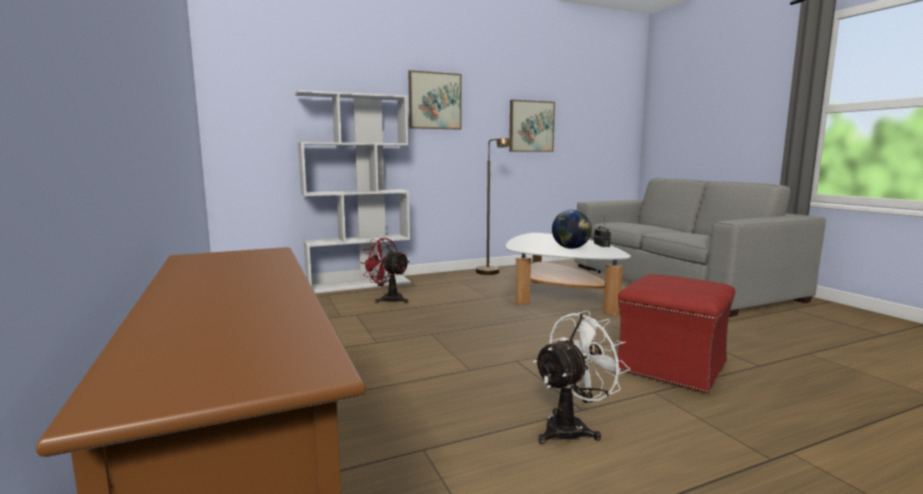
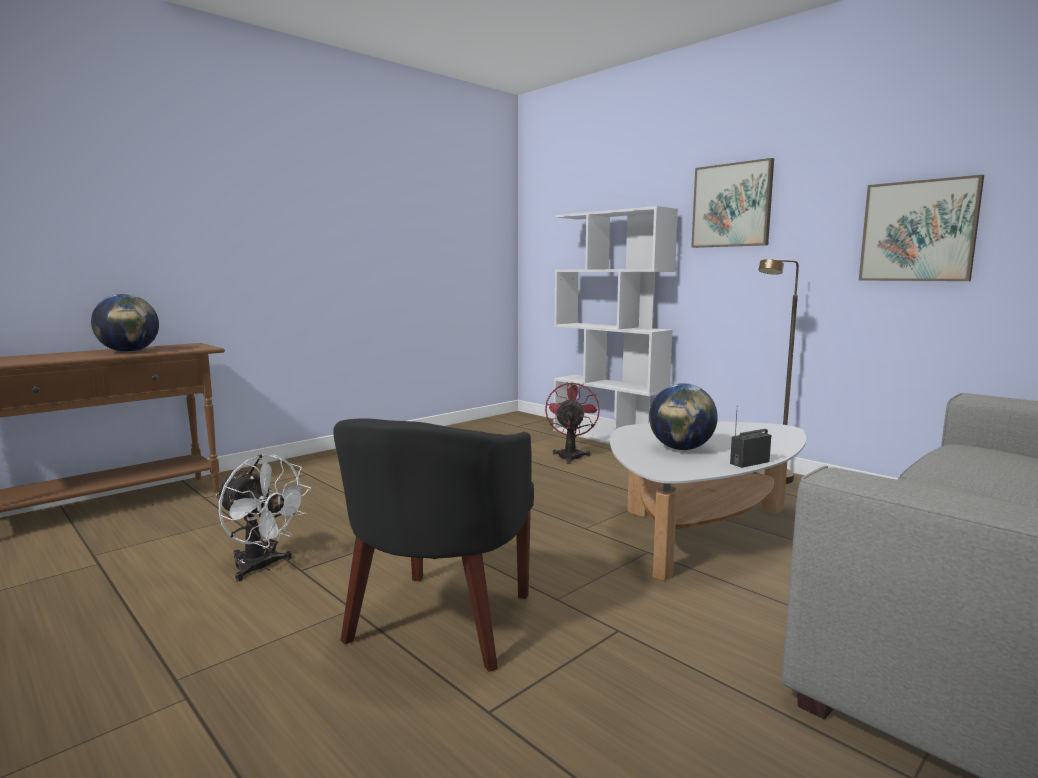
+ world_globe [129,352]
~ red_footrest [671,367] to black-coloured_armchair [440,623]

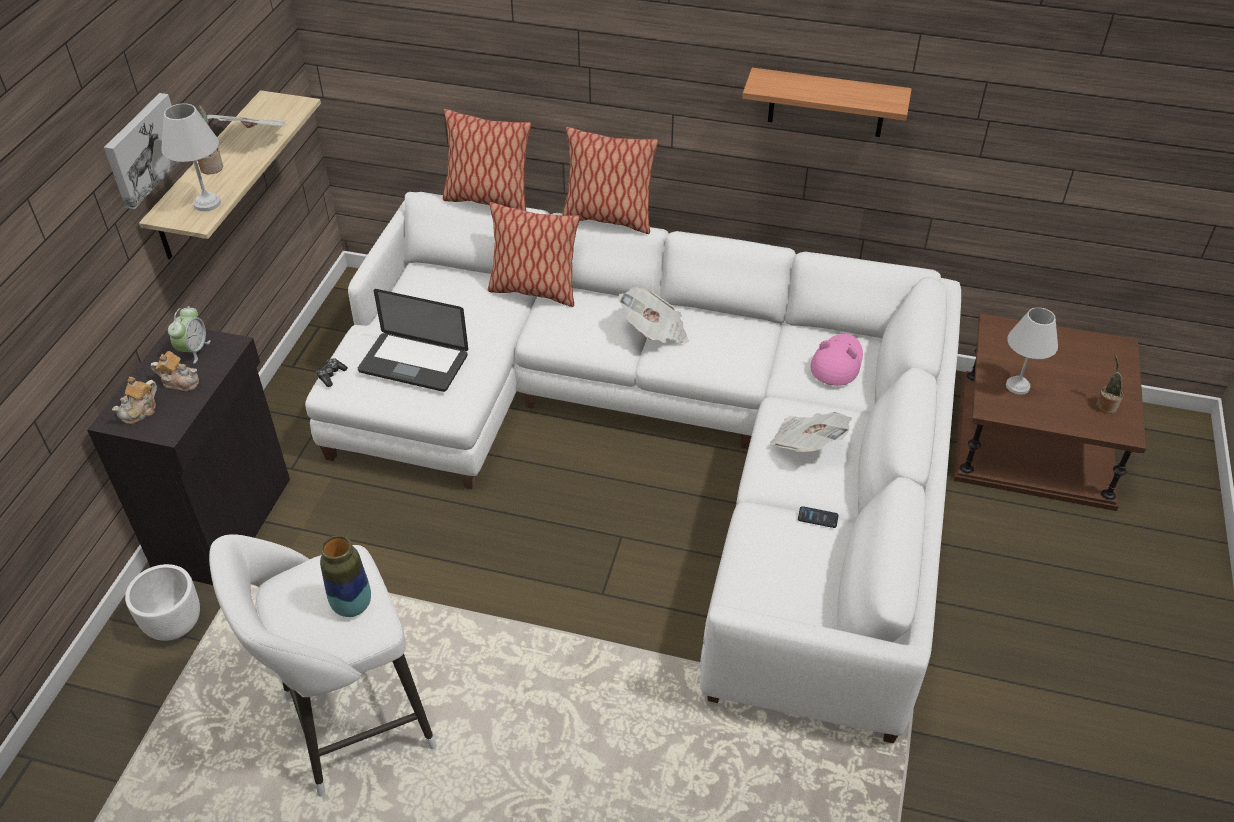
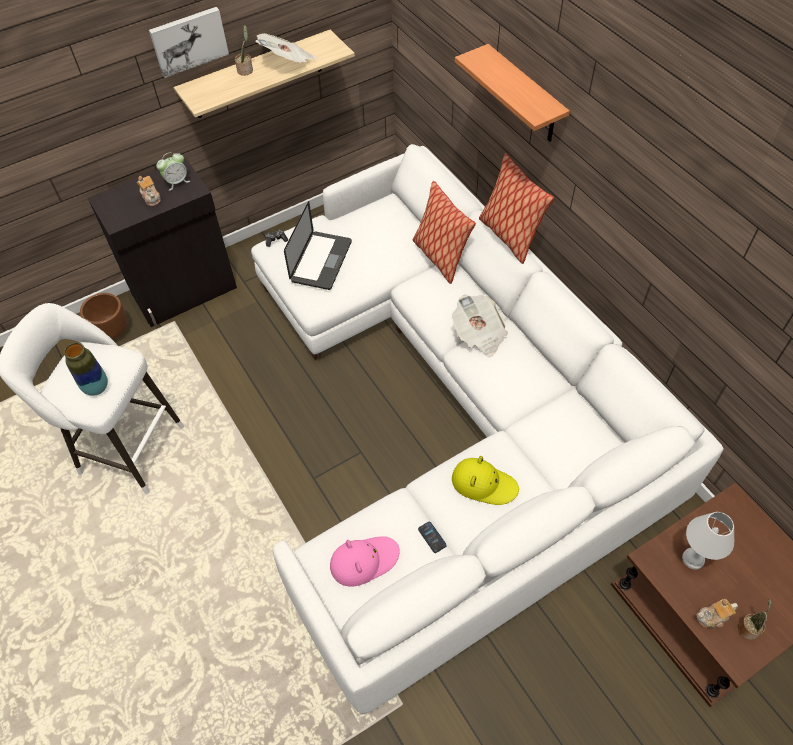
~ white_plant_pot [174,626] to brown-coloured_plant_pot [112,332]
~ laptop [413,363] = [321,261] 135 degrees counterclockwise
~ pinkish_hat [837,363] to [364,561]
~ printed_paper [807,444] to yellow-coloured_hat [484,483]
~ bracket_shelf [827,103] to [524,96]
~ pot_for_tea [140,411] to [713,617]
- white_table_lamp [208,203]
- pillow [488,200]

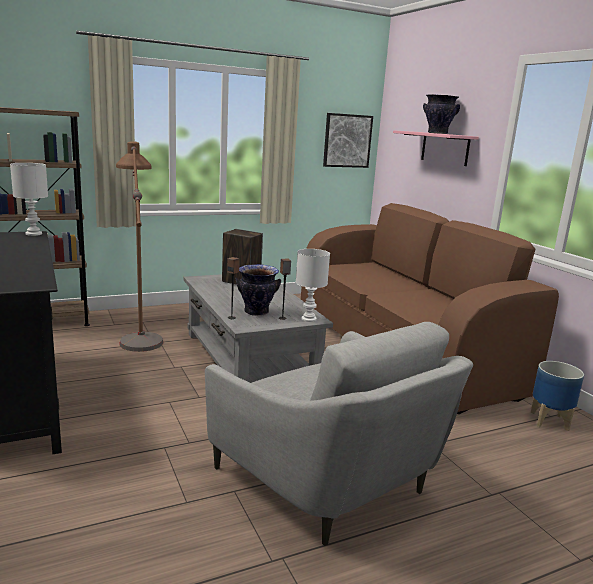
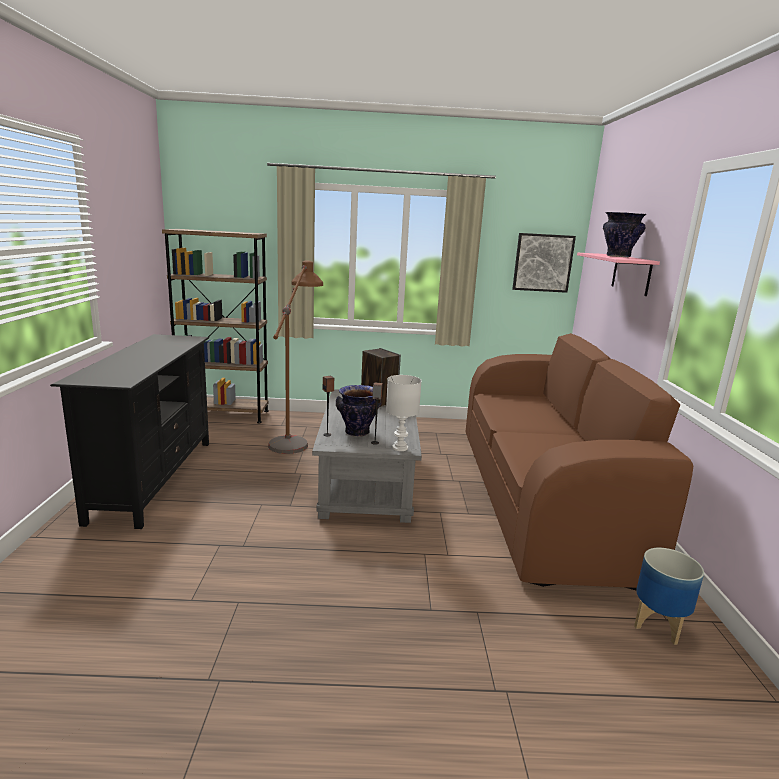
- white_table_lamp [34,234]
- gray_armchair [329,480]

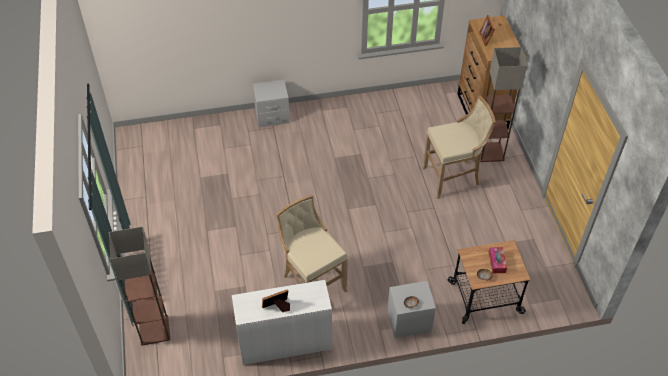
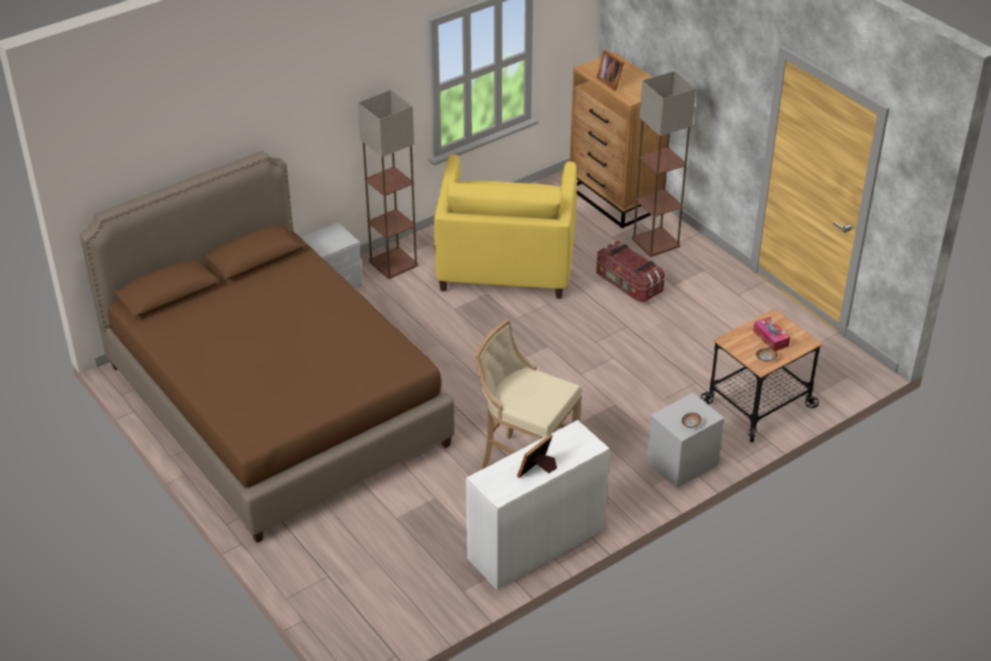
+ brown-coloured_sleeping_bed [275,405]
~ standing_lamp [154,331] to [393,264]
+ yellow-coloured_armchair [506,262]
~ sand-coloured_sitting_stool [453,177] to storage_container [628,284]

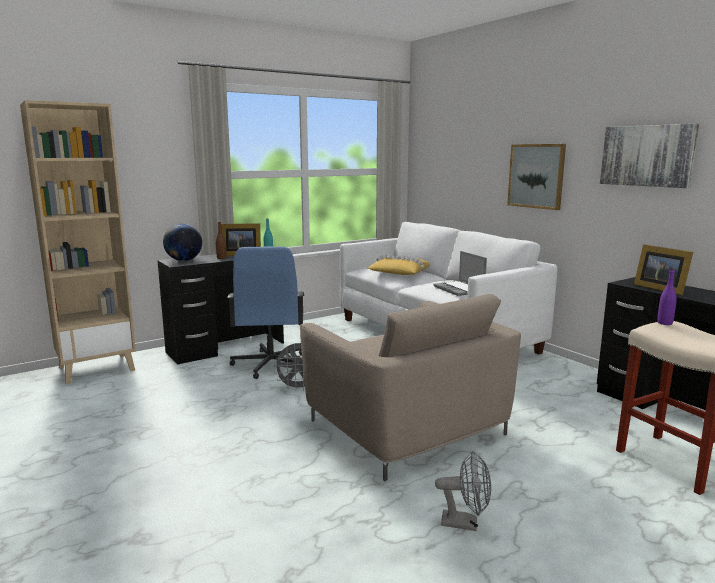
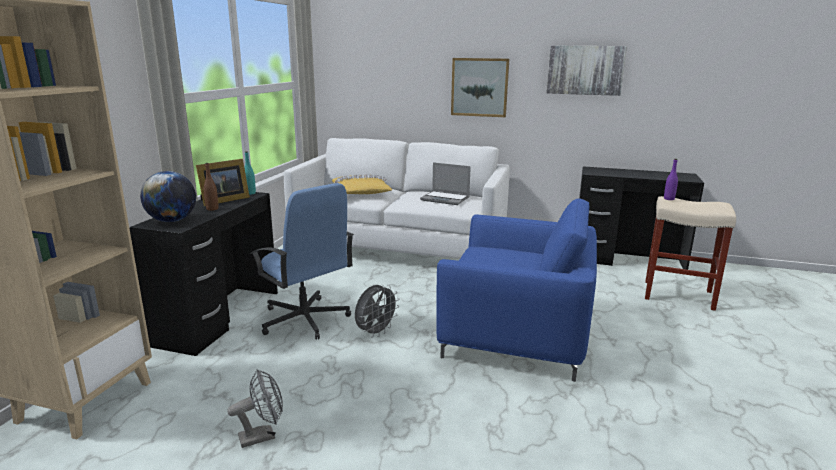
~ gray_cooling_fan [465,523] to [263,435]
~ sand-coloured_armchair [406,428] to blue_armchair [516,333]
- standing_frame [659,288]

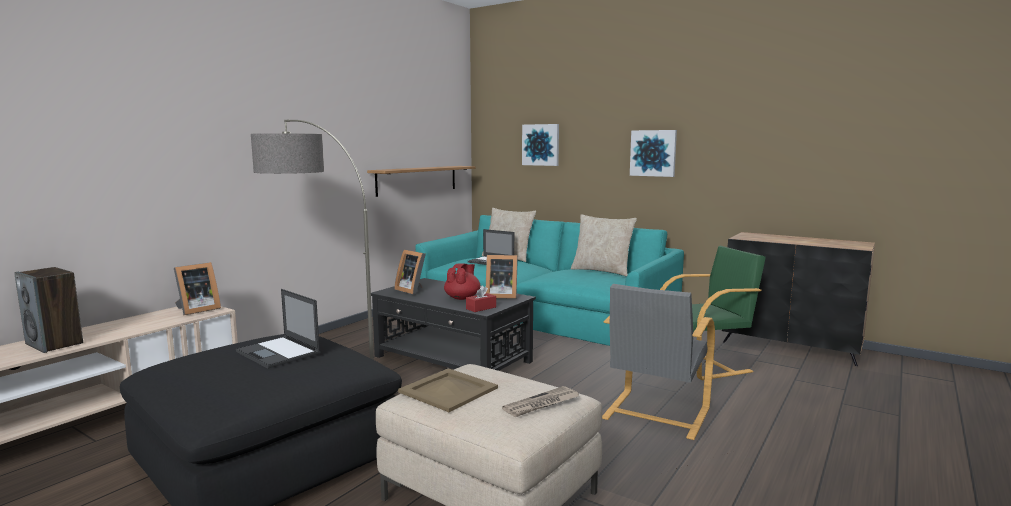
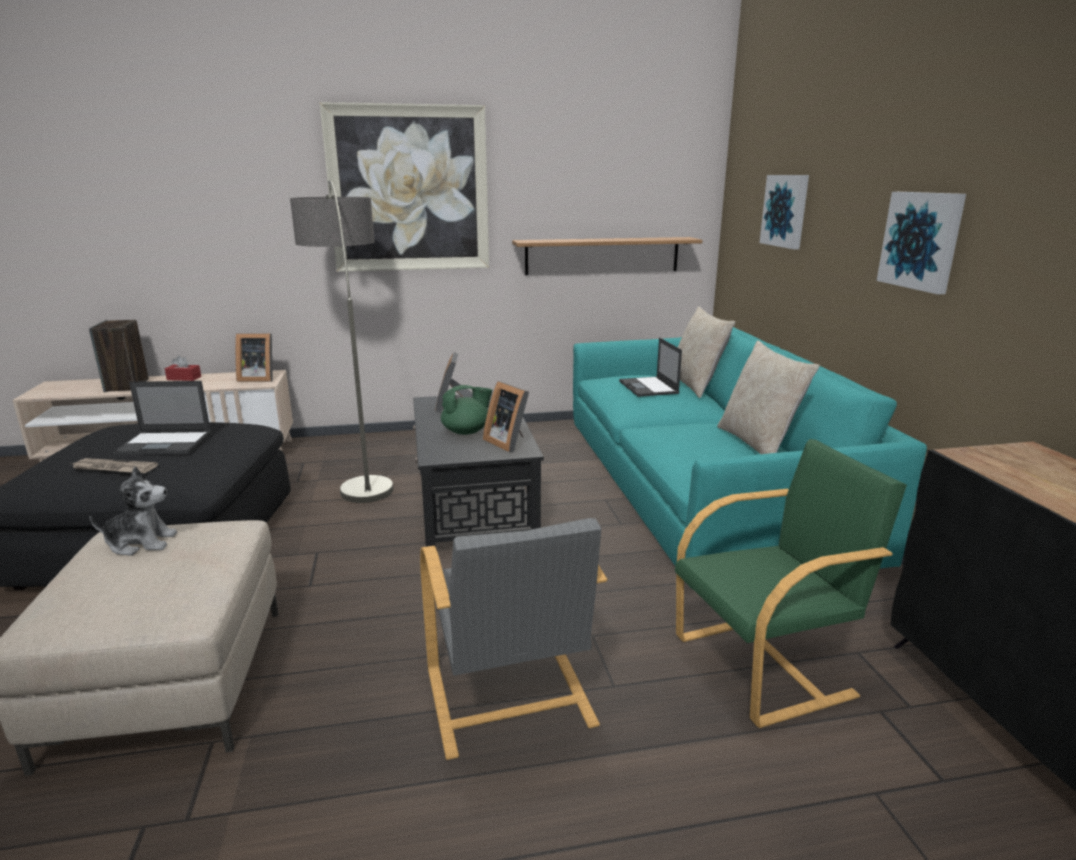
~ printed_paper [541,404] to [113,468]
~ sand-coloured_serving_tray [447,390] to soft_toy [141,543]
~ laptop [279,352] = [165,443] 90 degrees counterclockwise
~ red_tissue_holder [481,308] to [184,378]
+ wall_art [409,189]
~ gray_armchair [655,414] = [509,699] 90 degrees counterclockwise
~ red_pot_for_tea [462,298] to green_pot_for_tea [467,431]
~ green_armchair [704,363] = [765,665] 45 degrees counterclockwise

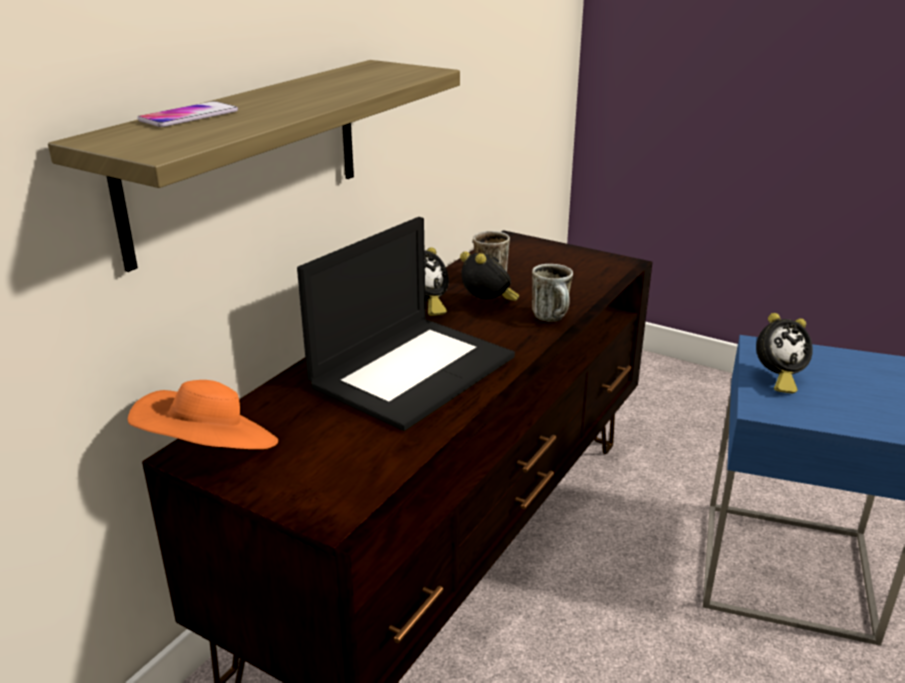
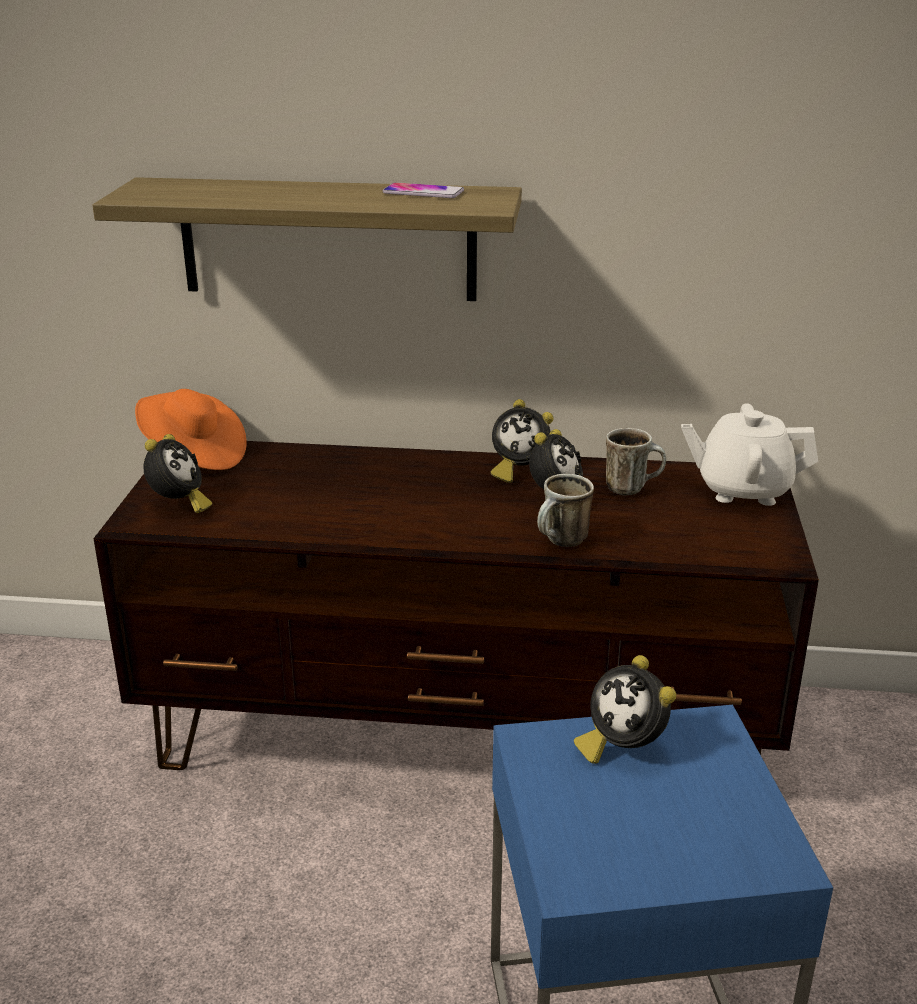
+ table_clock [179,505]
~ phone [189,116] to [423,192]
+ white_pot_for_tea [743,490]
- laptop [413,370]

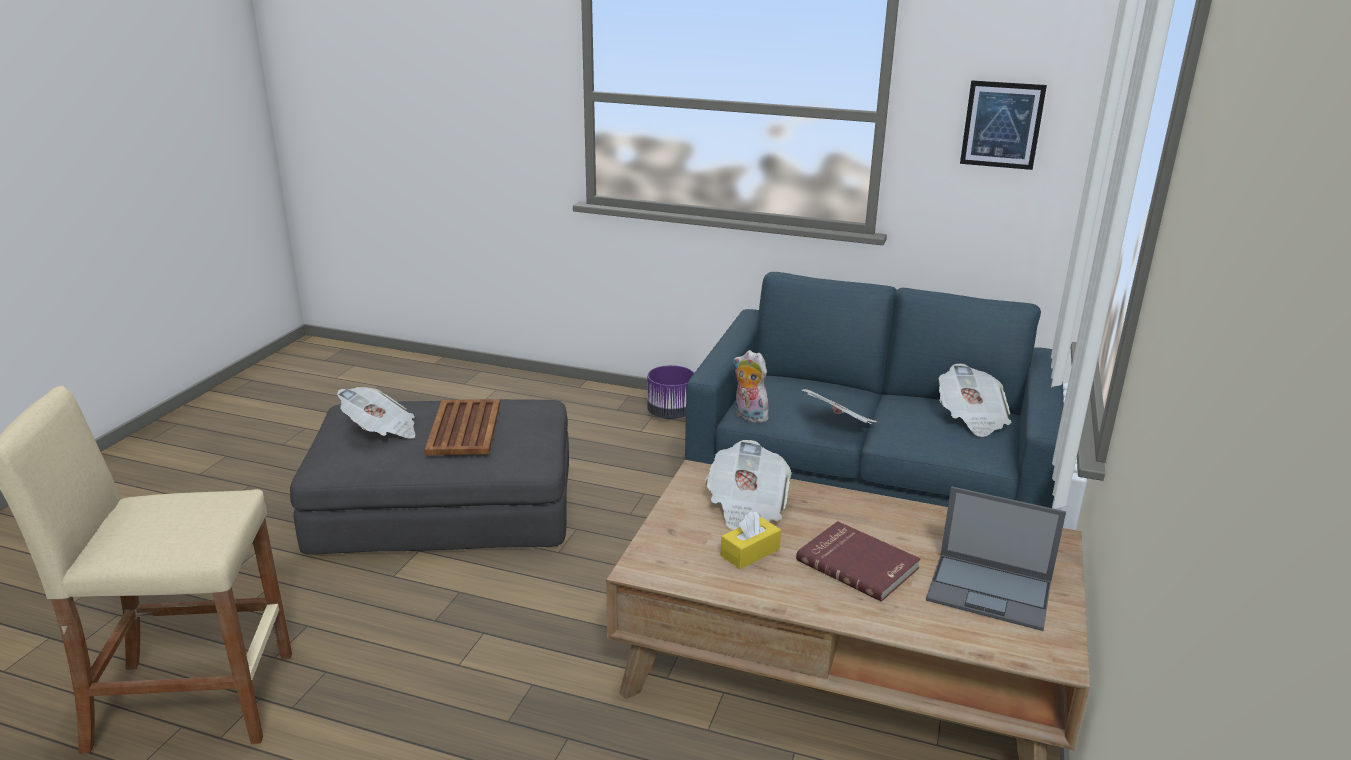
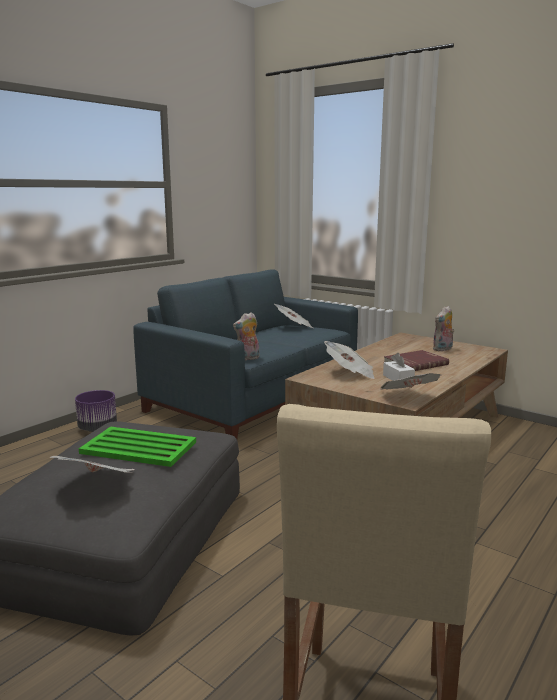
~ brown-coloured_serving_tray [465,427] to green_serving_tray [138,447]
~ printed_paper [839,426] to [408,397]
~ yellow-coloured_tissue_holder [750,552] to white_tissue_holder [398,379]
~ laptop [991,591] to soft_toy [443,349]
- wall_art [1002,125]

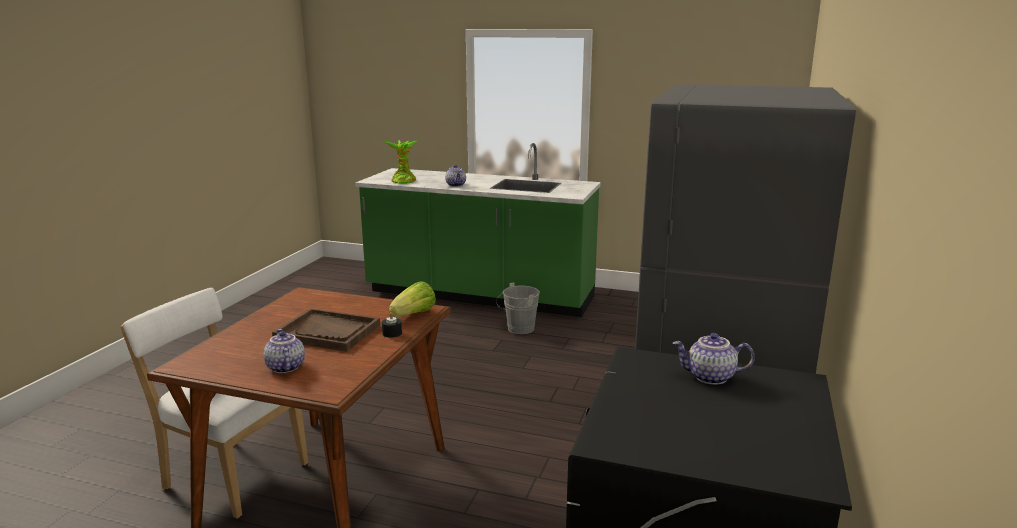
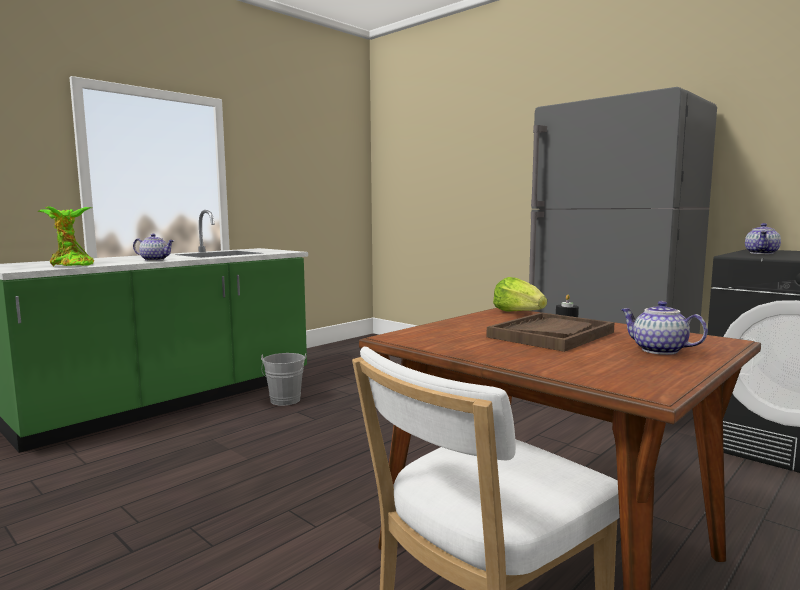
~ pot_for_tea [284,367] = [658,350] 45 degrees clockwise

